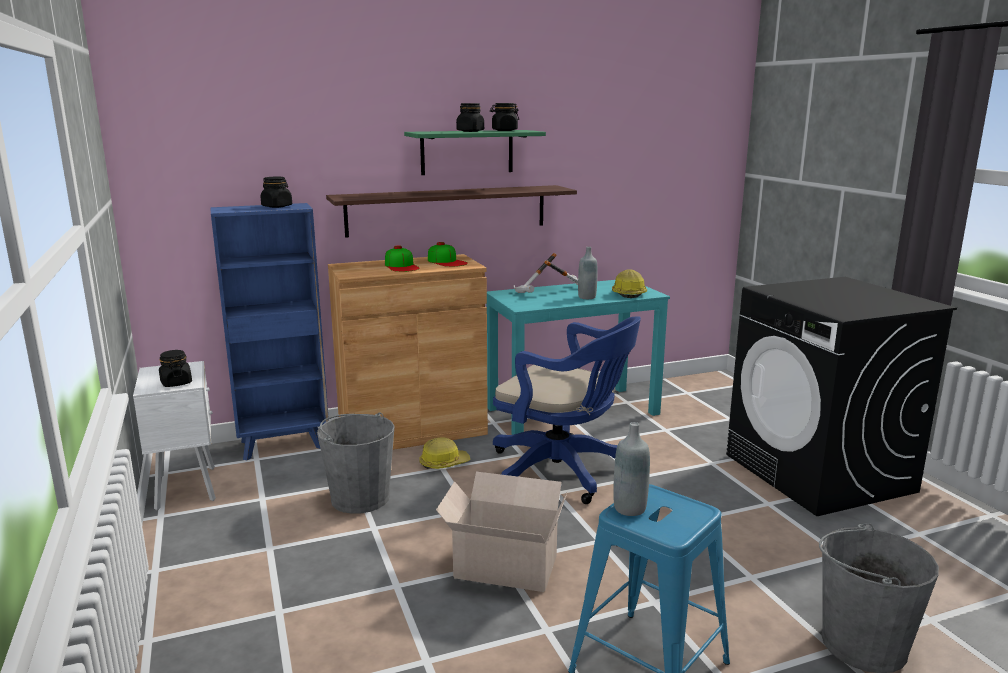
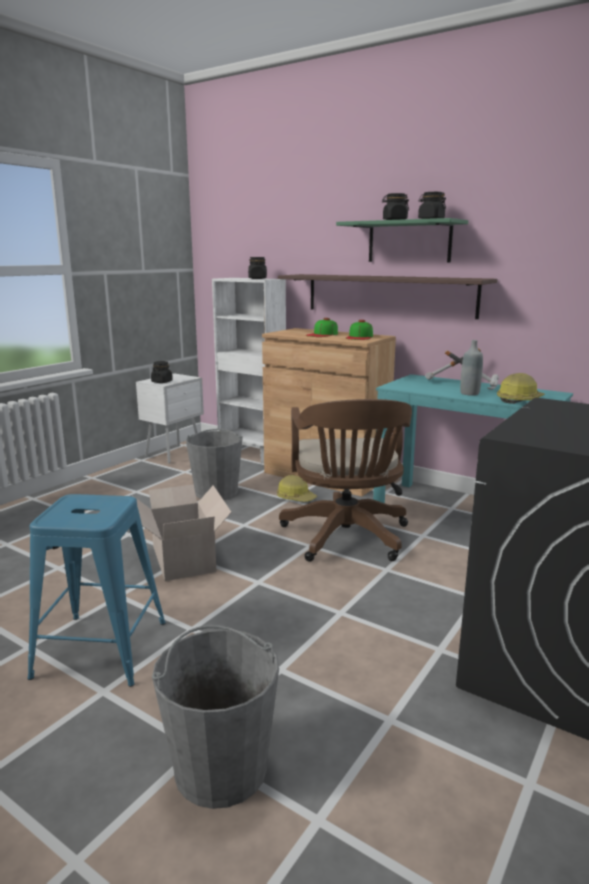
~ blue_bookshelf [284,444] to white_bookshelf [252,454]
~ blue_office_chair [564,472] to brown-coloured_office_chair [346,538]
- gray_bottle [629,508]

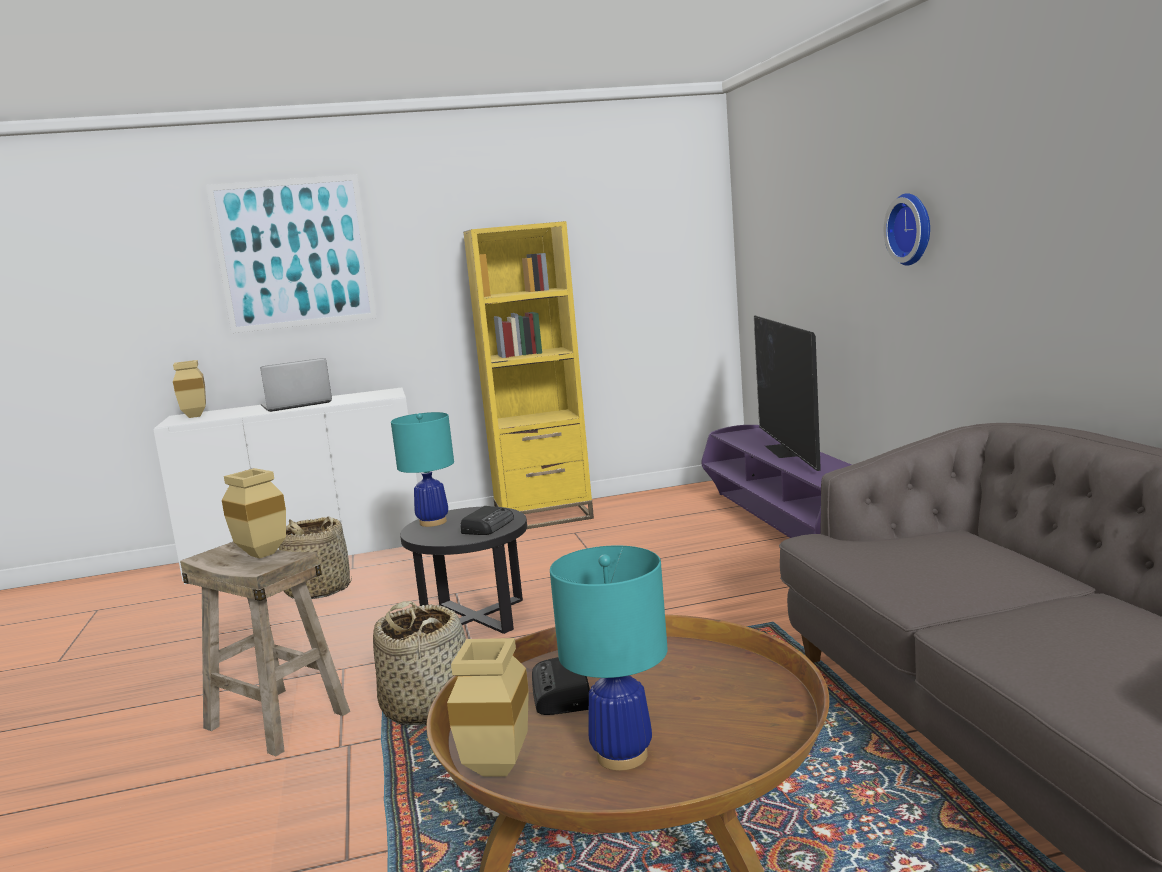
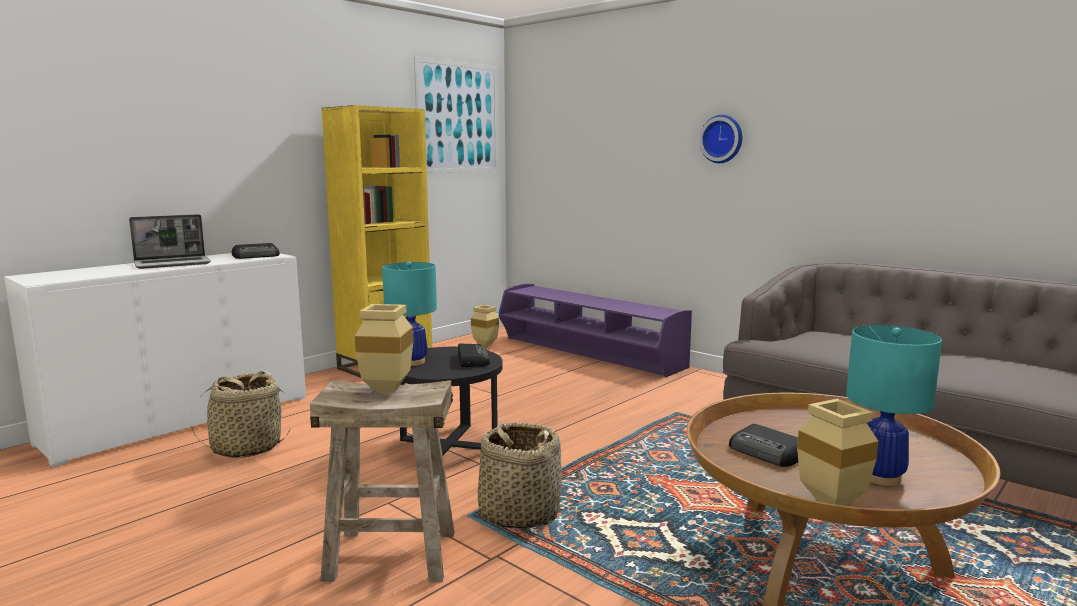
~ laptop [295,405] = [173,264] 150 degrees counterclockwise
+ radio_receiver [257,256]
~ wall_art [294,253] to [458,117]
~ sand-coloured_vase [196,416] to [486,345]
- TV_set [787,450]

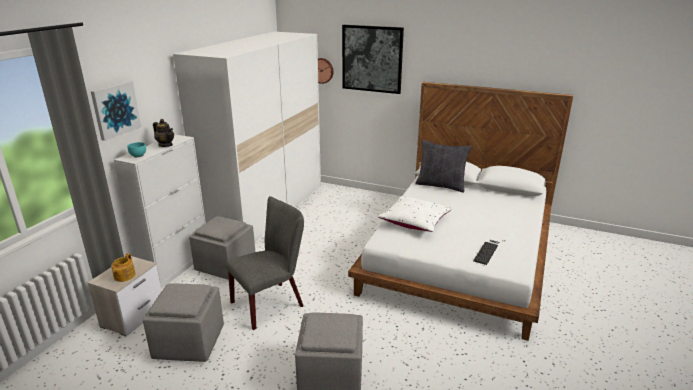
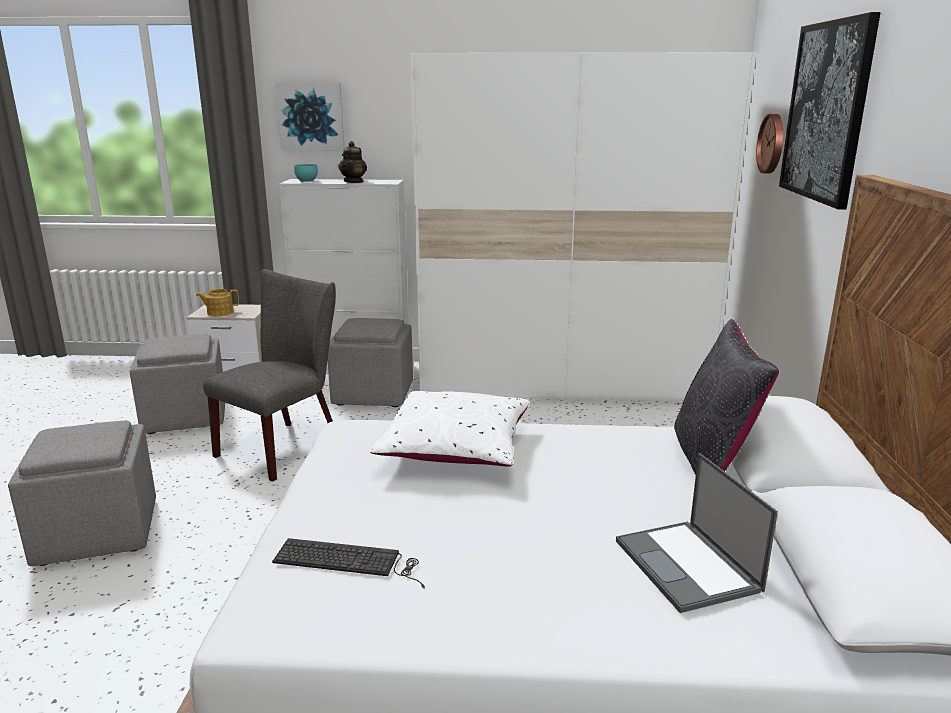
~ gray_upright_chair [271,303] = [285,446] 90 degrees counterclockwise
+ laptop [688,566]

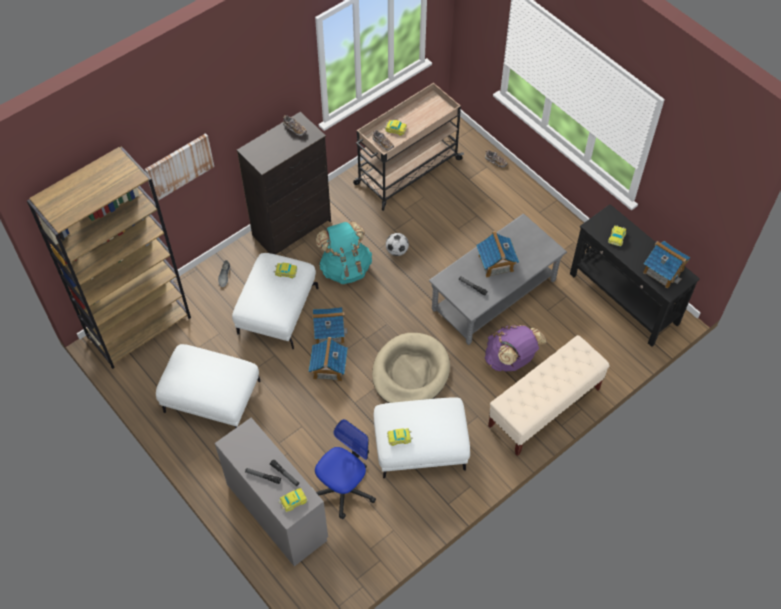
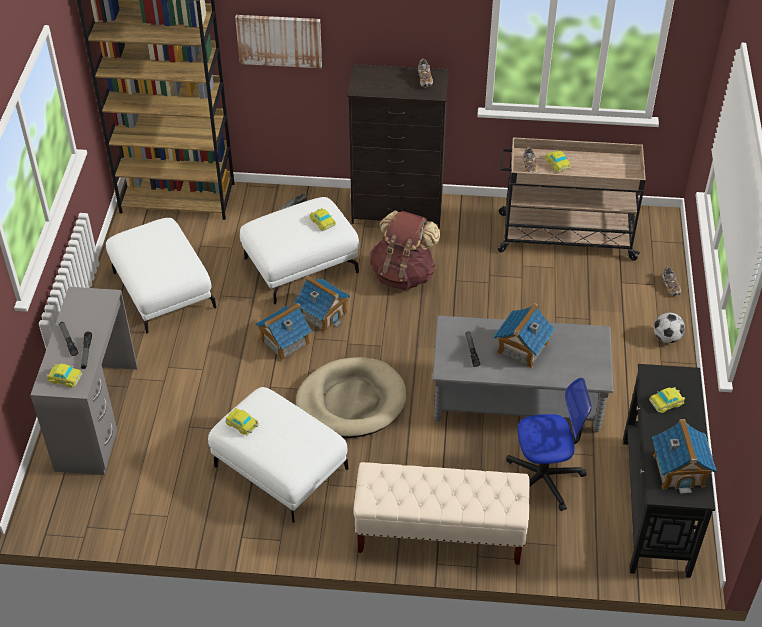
~ turquoise_rucksack [345,268] to brown-coloured_rucksack [403,274]
~ office_chair [344,488] to [544,477]
~ football [397,251] to [666,338]
- purple_rucksack [510,360]

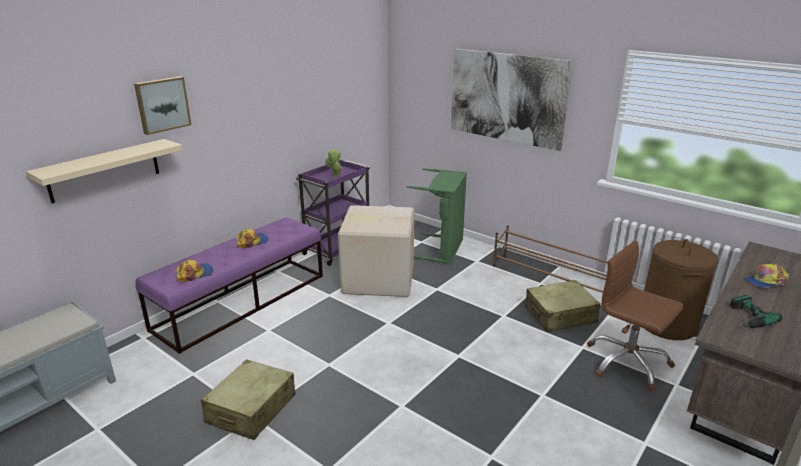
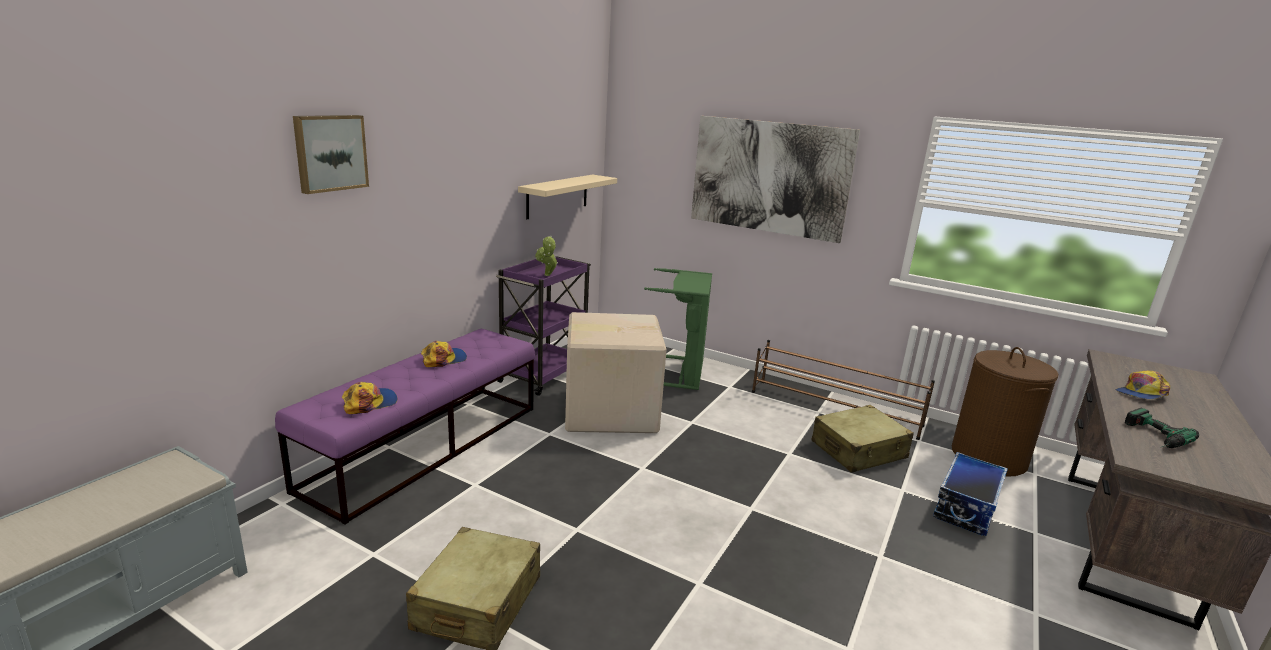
~ sand-coloured_bracket_shelf [104,170] to [557,196]
~ brown-coloured_office_chair [627,362] to storage_container [965,507]

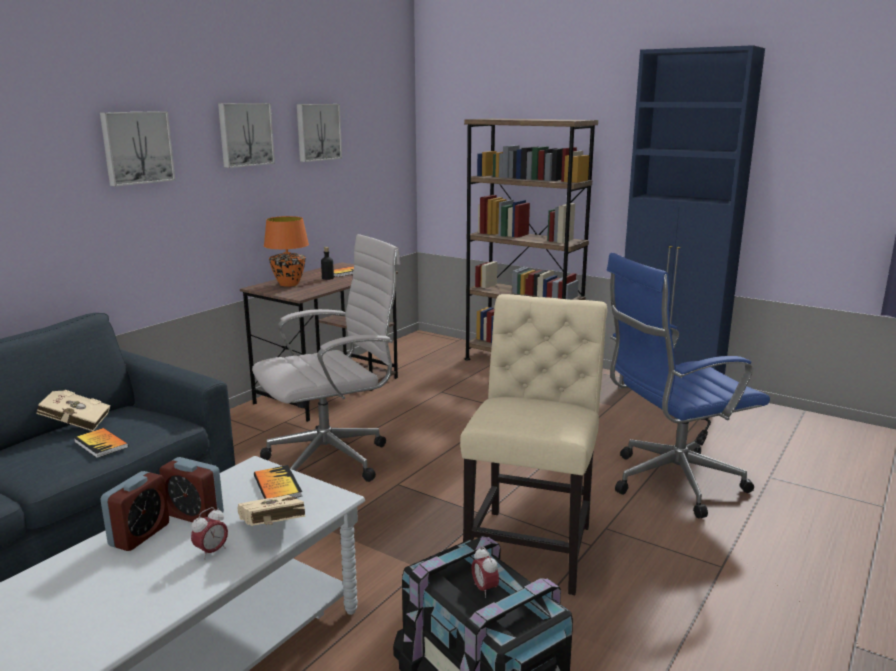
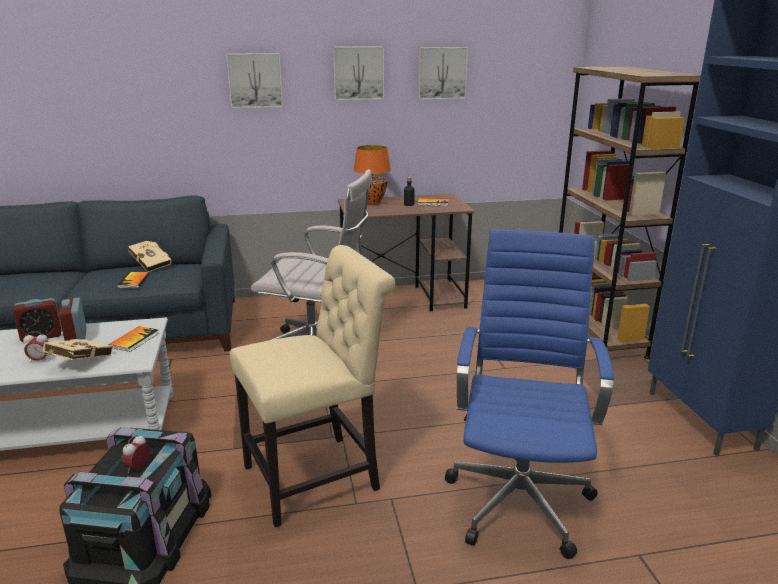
~ blue_office_chair [670,483] = [519,498] 75 degrees clockwise

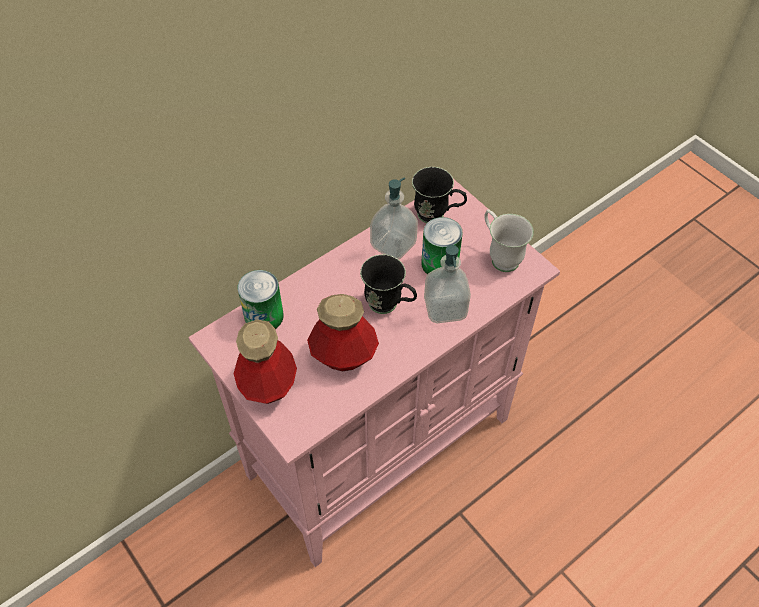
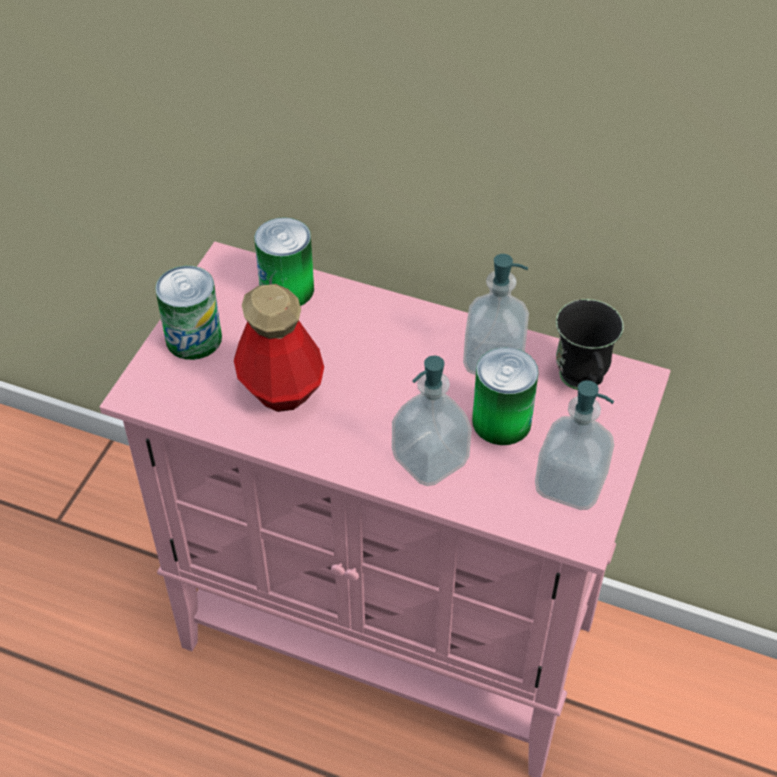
~ bottle [268,384] to can [193,338]
~ white_mug [500,256] to soap_bottle [570,484]
- black-coloured_mug [389,306]

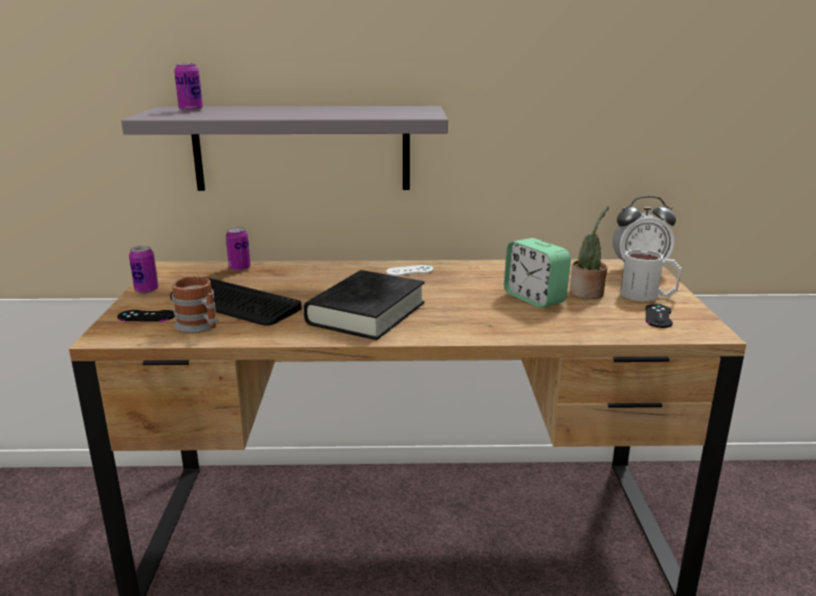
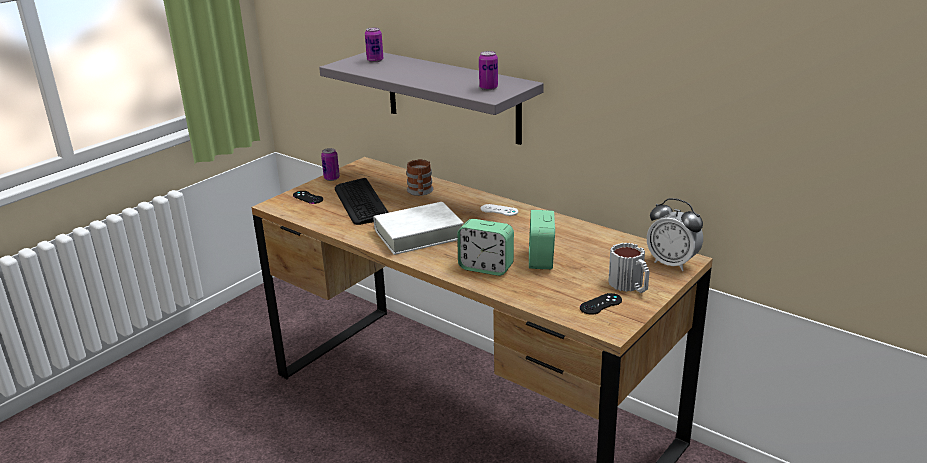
~ black-coloured_bound_book [366,313] to white_bound_book [418,234]
~ mug [200,327] to [420,192]
+ table_clock [486,267]
~ can [239,268] to [488,88]
- plant_in_a_pot [587,294]

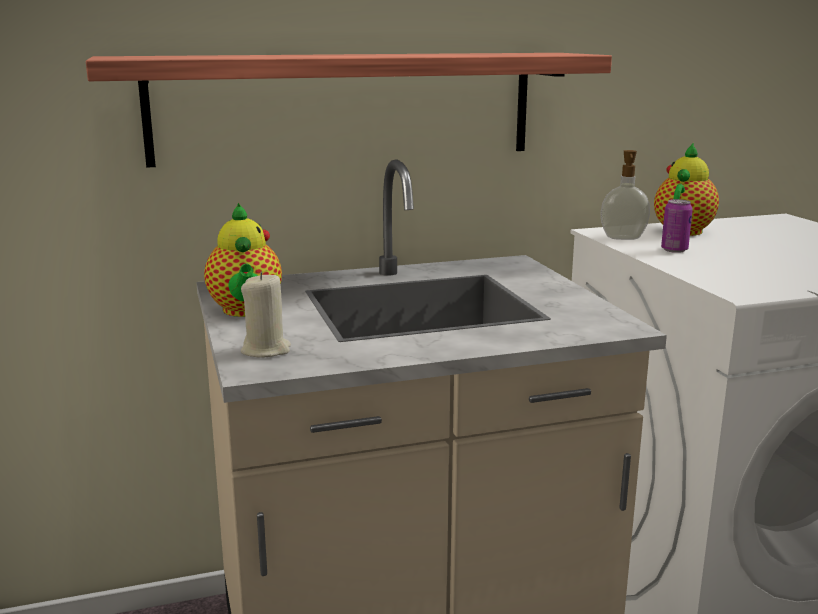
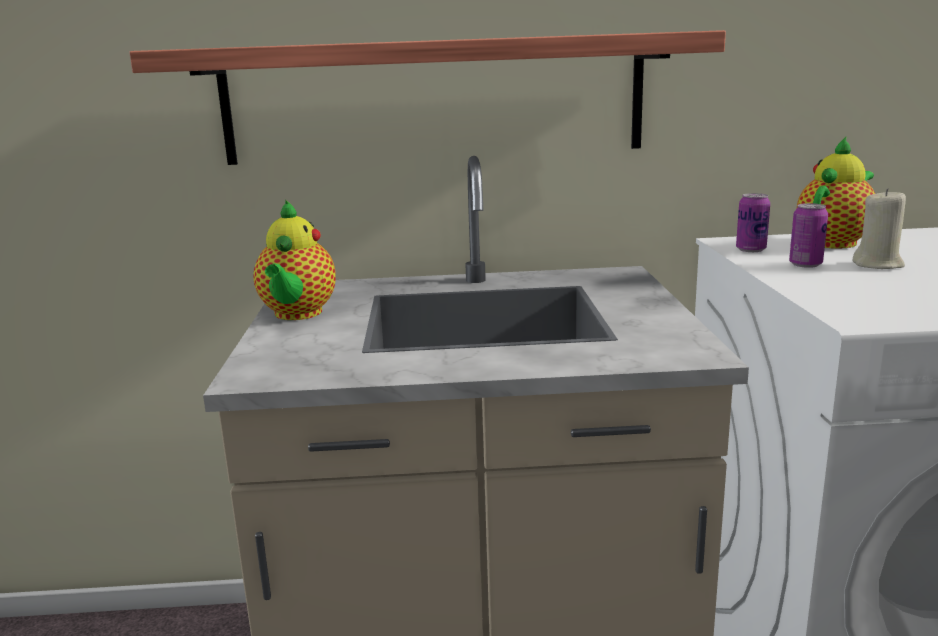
~ soap_bottle [623,238] to can [750,249]
~ sand-coloured_wax_candle [266,350] to [878,265]

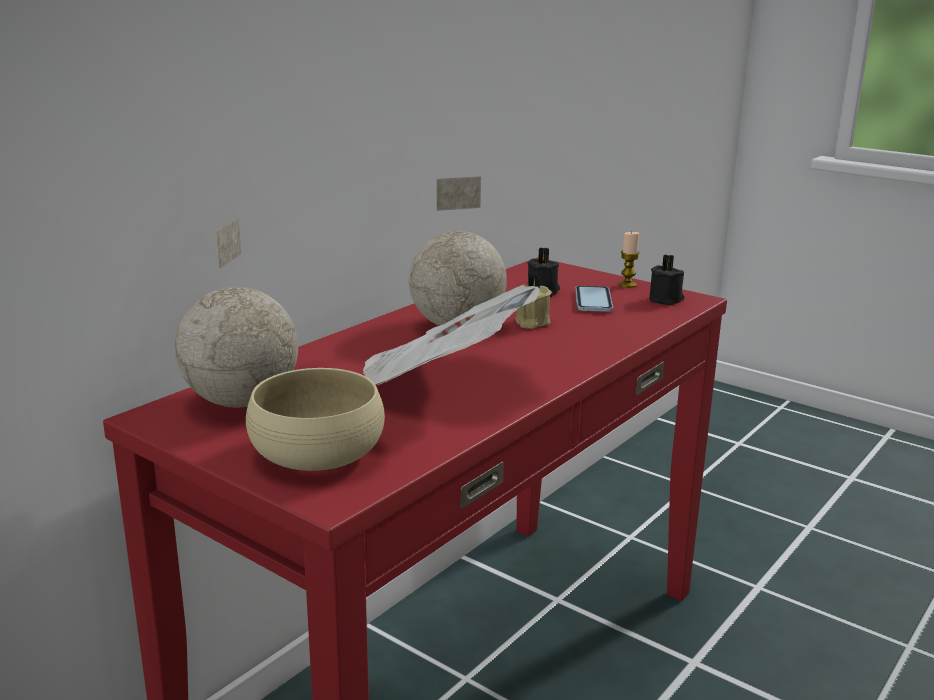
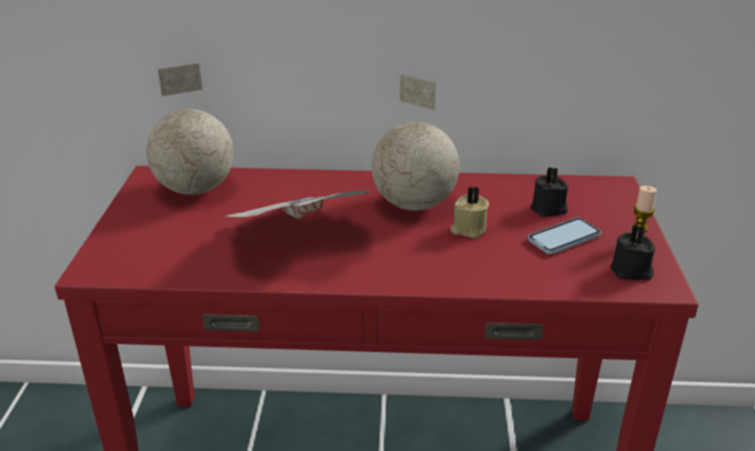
- sand-coloured_bowl [317,453]

